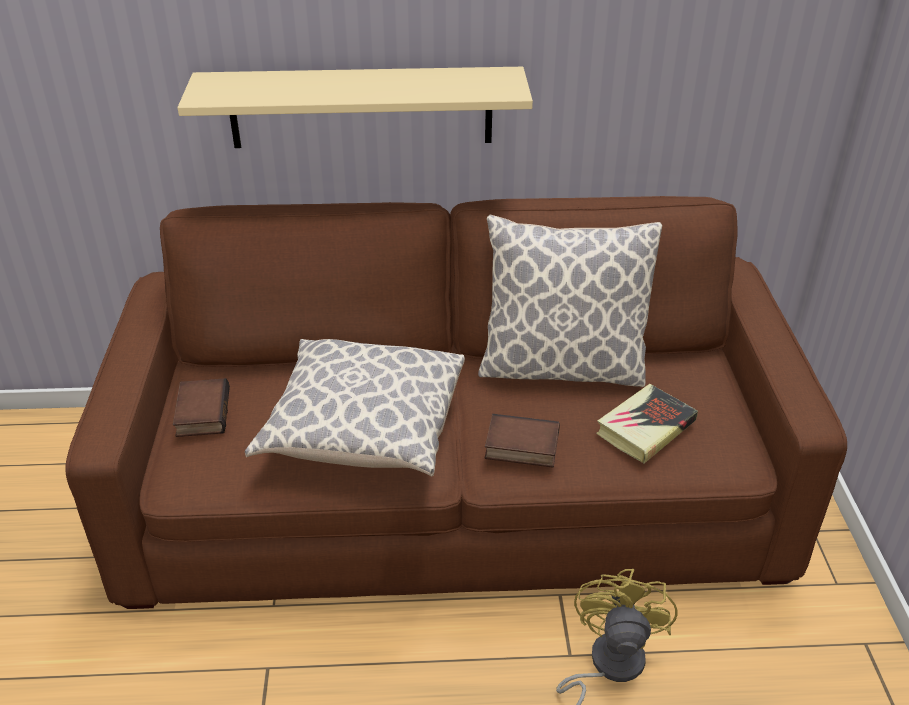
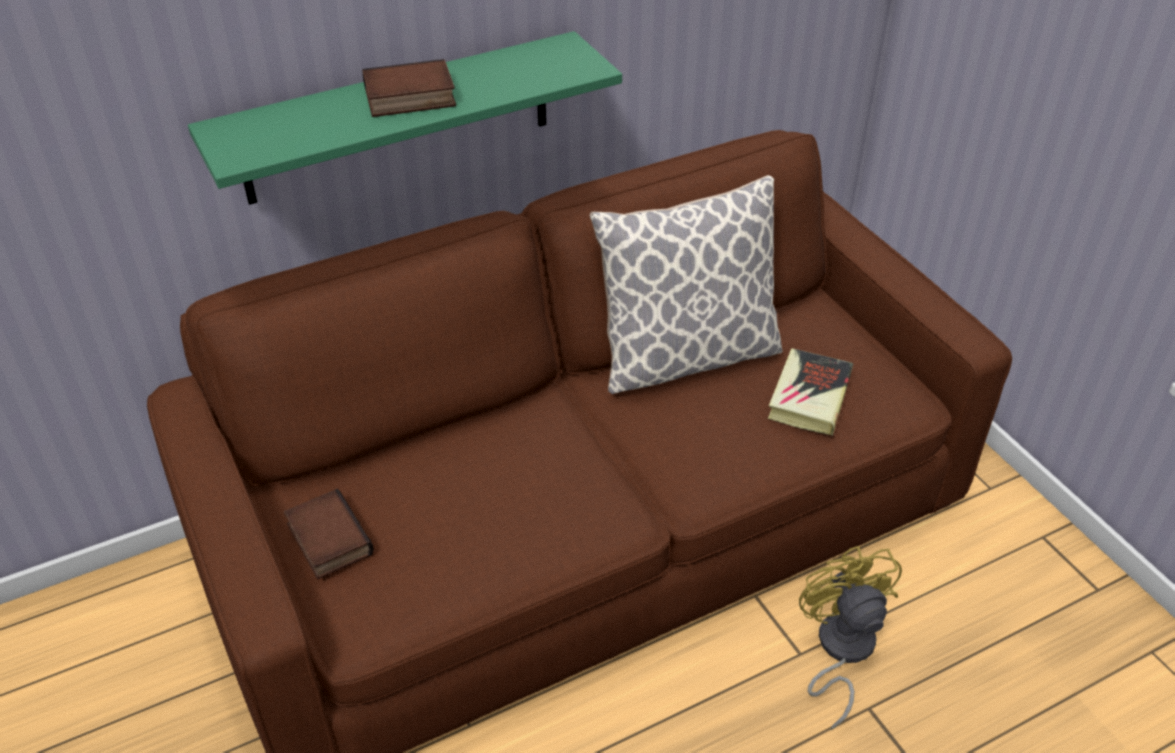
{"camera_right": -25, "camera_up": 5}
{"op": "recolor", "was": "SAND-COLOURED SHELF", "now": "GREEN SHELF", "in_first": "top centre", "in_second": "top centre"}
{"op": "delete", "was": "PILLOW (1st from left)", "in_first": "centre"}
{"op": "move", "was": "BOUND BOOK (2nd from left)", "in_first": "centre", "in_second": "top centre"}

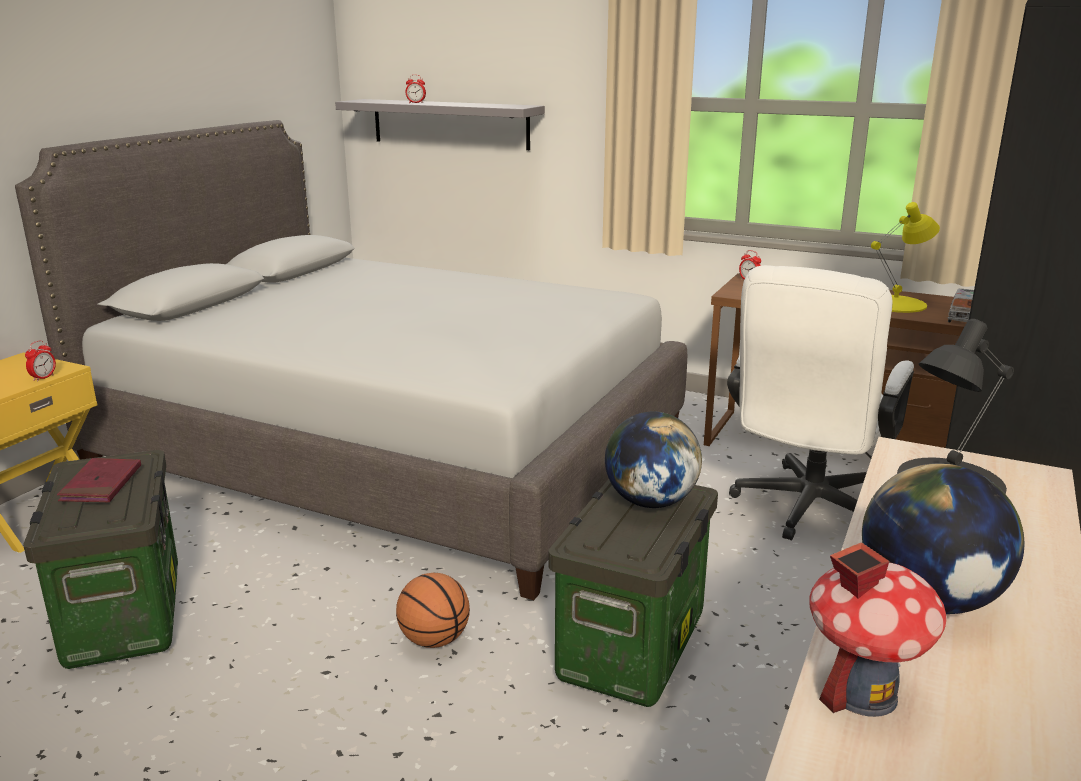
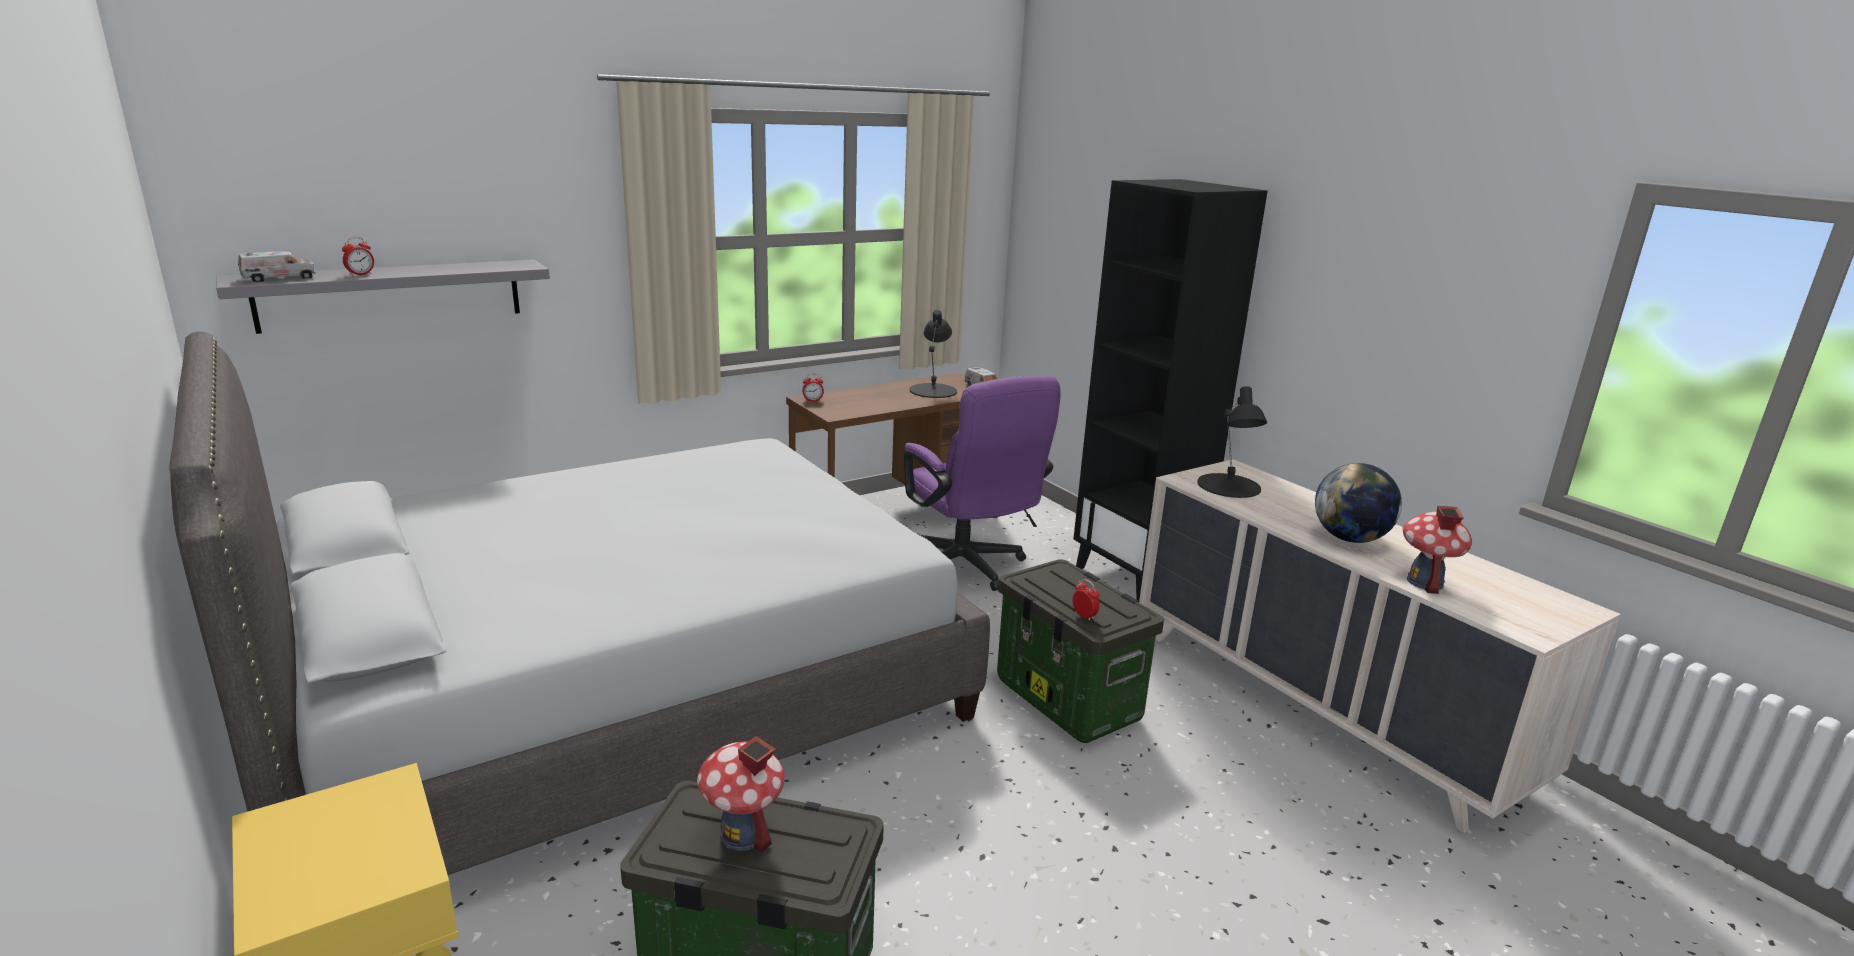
{"camera_right": -60, "camera_up": 0}
{"op": "move", "was": "BEDSIDE CLOCK (1st from left in the first image)", "now": "BEDSIDE CLOCK (3rd from left)", "in_first": "middle left", "in_second": "centre"}
{"op": "replace", "was": "RED-COLOURED BOUND BOOK", "now": "MODEL HOUSE (1st from left)", "in_first": "middle left", "in_second": "bottom centre"}
{"op": "delete", "was": "BALL FOR BASKETBALL", "in_first": "bottom centre"}
{"op": "delete", "was": "DESK GLOBE (1st from left)", "in_first": "centre"}
{"op": "recolor", "was": "WHITE OFFICE CHAIR", "now": "PURPLE OFFICE CHAIR", "in_first": "middle right", "in_second": "centre"}
{"op": "recolor", "was": "YELLOWISH TABLETOP LAMP", "now": "BLACK-COLOURED TABLETOP LAMP (1st from left)", "in_first": "top right", "in_second": "centre"}
{"op": "insert", "now": "MODEL TRUCK (1st from left)", "in_second": "top left"}

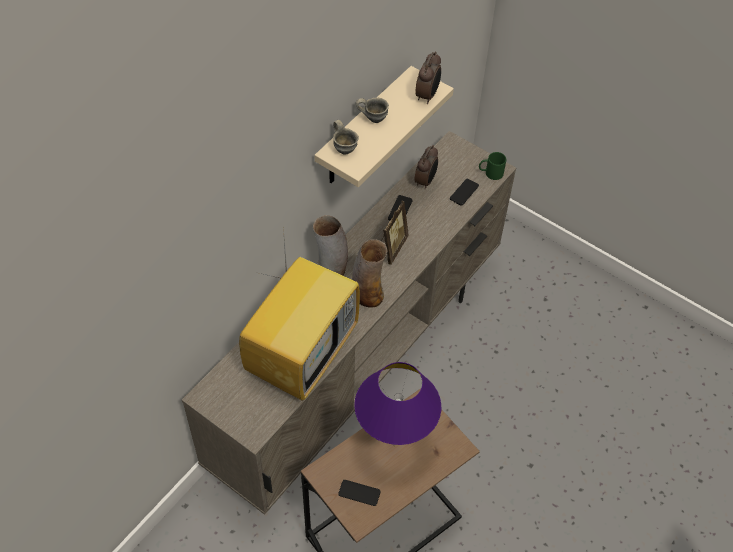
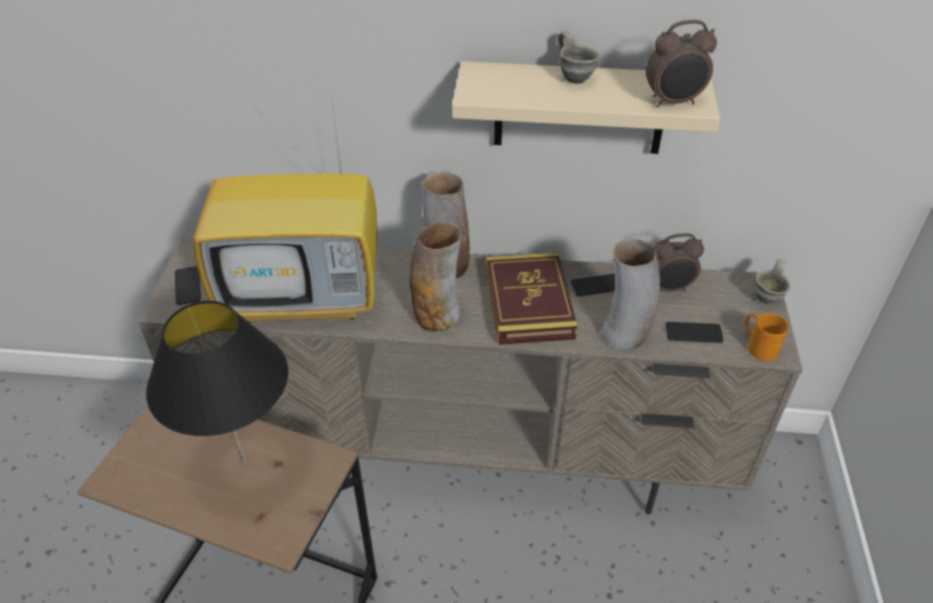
{"camera_right": 60, "camera_up": -10}
{"op": "move", "was": "GREYISH TEA MUG (1st from left in the first image)", "now": "GREYISH TEA MUG (2nd from left)", "in_first": "top centre", "in_second": "middle right"}
{"op": "move", "was": "TELEPHONE (1st from left)", "in_first": "bottom centre", "in_second": "middle left"}
{"op": "recolor", "was": "PURPLE TABLETOP LAMP", "now": "BLACK-COLOURED TABLETOP LAMP", "in_first": "bottom centre", "in_second": "middle left"}
{"op": "replace", "was": "STANDING FRAME", "now": "BOUND BOOK", "in_first": "centre", "in_second": "centre"}
{"op": "recolor", "was": "GREEN TEA MUG", "now": "ORANGE TEA MUG", "in_first": "top right", "in_second": "middle right"}
{"op": "insert", "now": "FLOWER VASE (3rd from left)", "in_second": "middle right"}

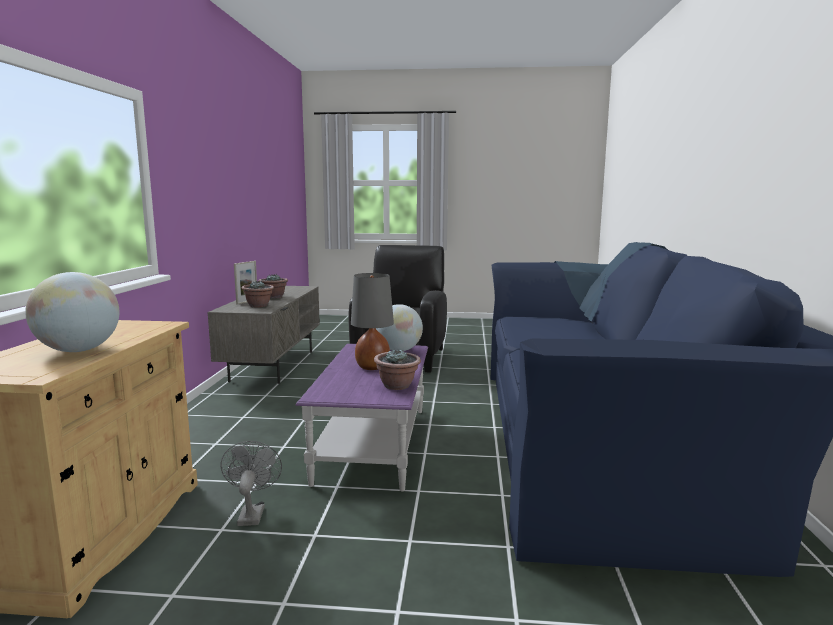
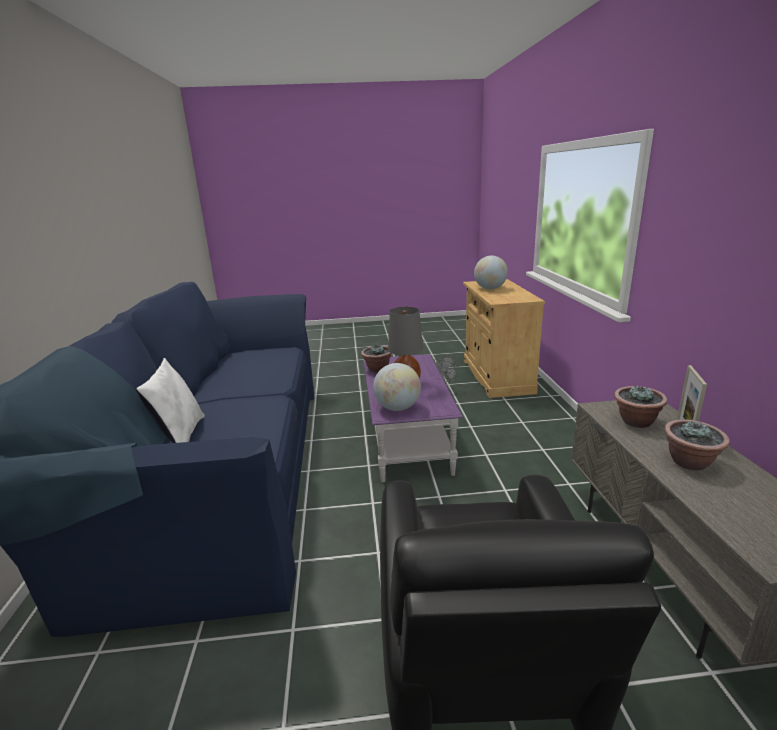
{"camera_right": 170, "camera_up": 10}
{"op": "insert", "now": "WHITE PILLOW", "in_second": "middle left"}

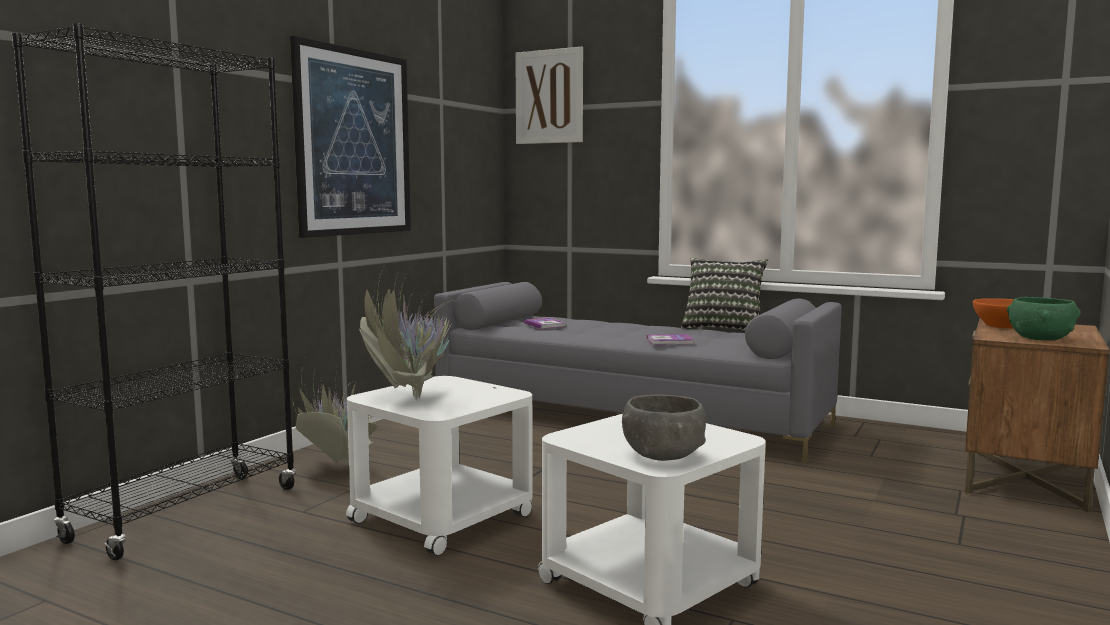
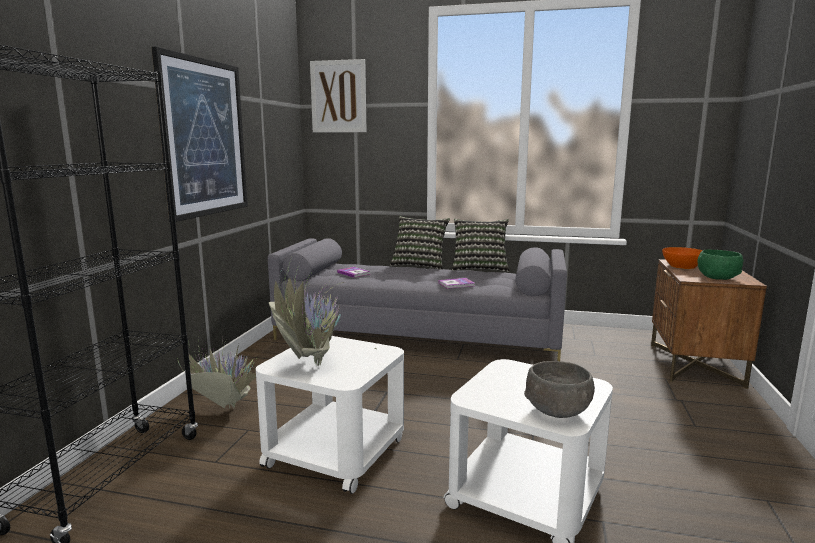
{"camera_right": -15, "camera_up": 5}
{"op": "insert", "now": "PILLOW (1st from left)", "in_second": "centre"}

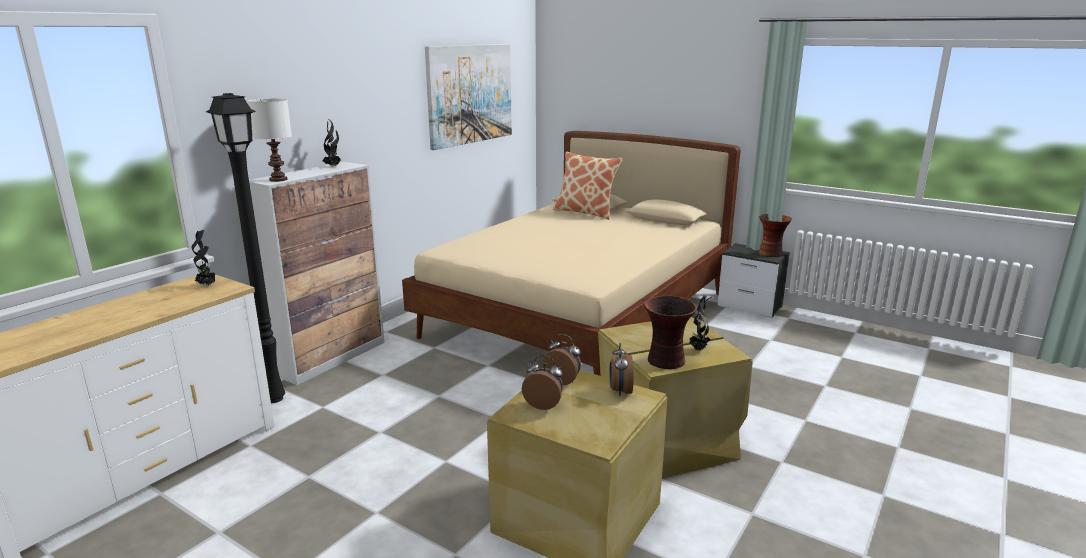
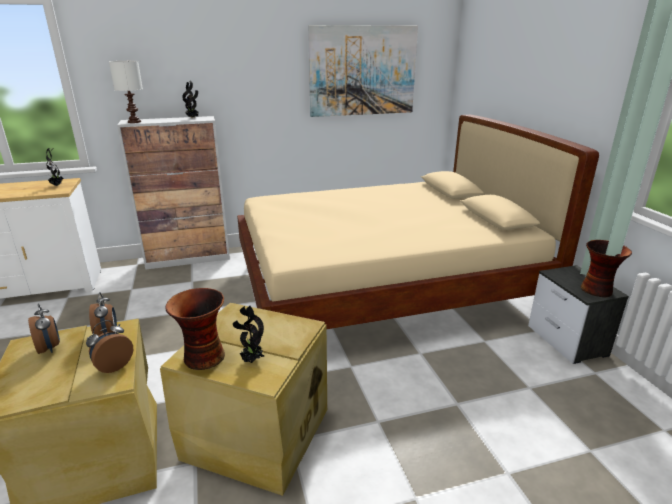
{"camera_right": 40, "camera_up": 5}
{"op": "delete", "was": "BLACK-COLOURED FLOOR LAMP", "in_first": "middle left"}
{"op": "delete", "was": "PILLOW", "in_first": "top centre"}

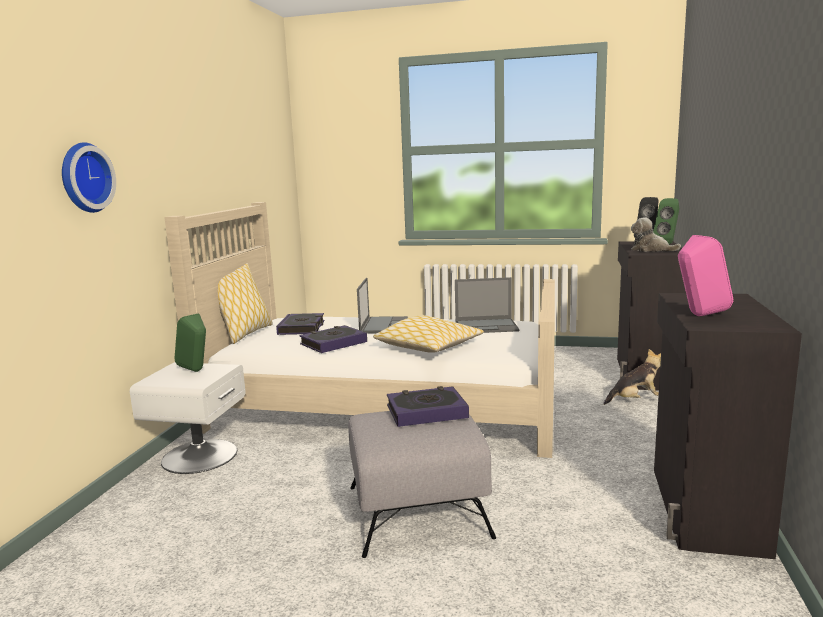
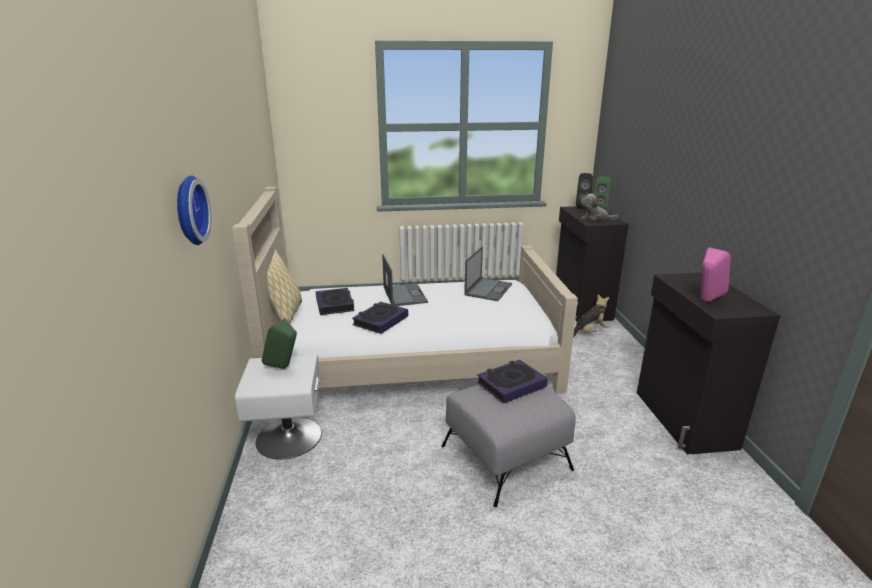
{"camera_right": -20, "camera_up": 10}
{"op": "delete", "was": "PILLOW (2nd from left)", "in_first": "centre"}
{"op": "rotate", "was": "NOTEBOOK COMPUTER (2nd from left)", "in_first": "centre", "in_second": "centre", "clockwise": -45}

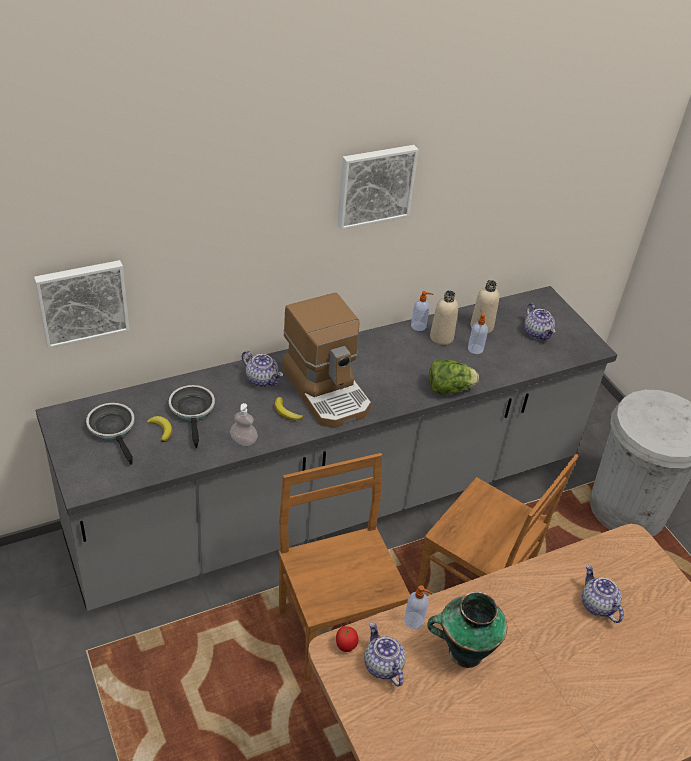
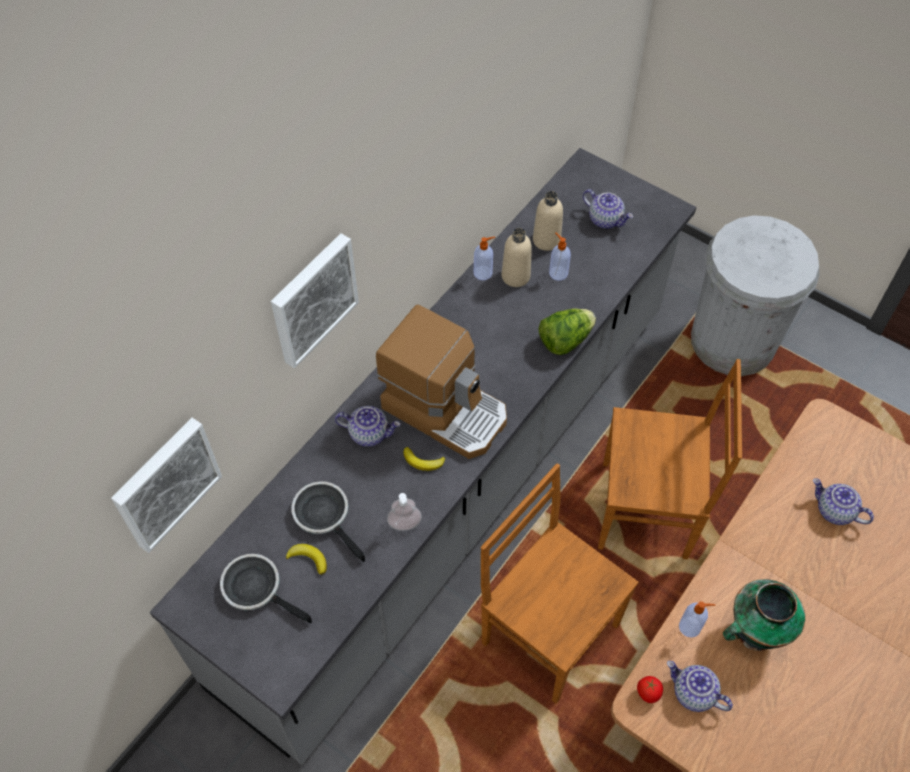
{"camera_right": -25, "camera_up": 15}
{"op": "move", "was": "PICTURE (2nd from left)", "in_first": "top centre", "in_second": "centre"}

